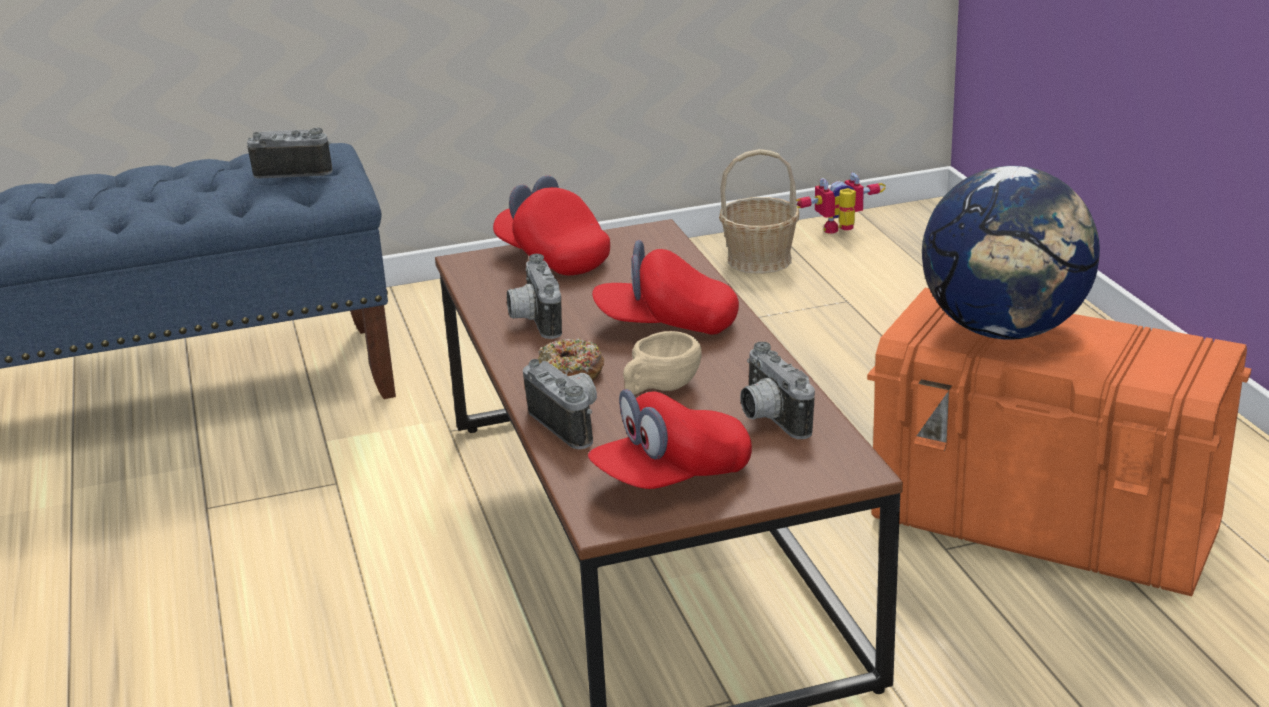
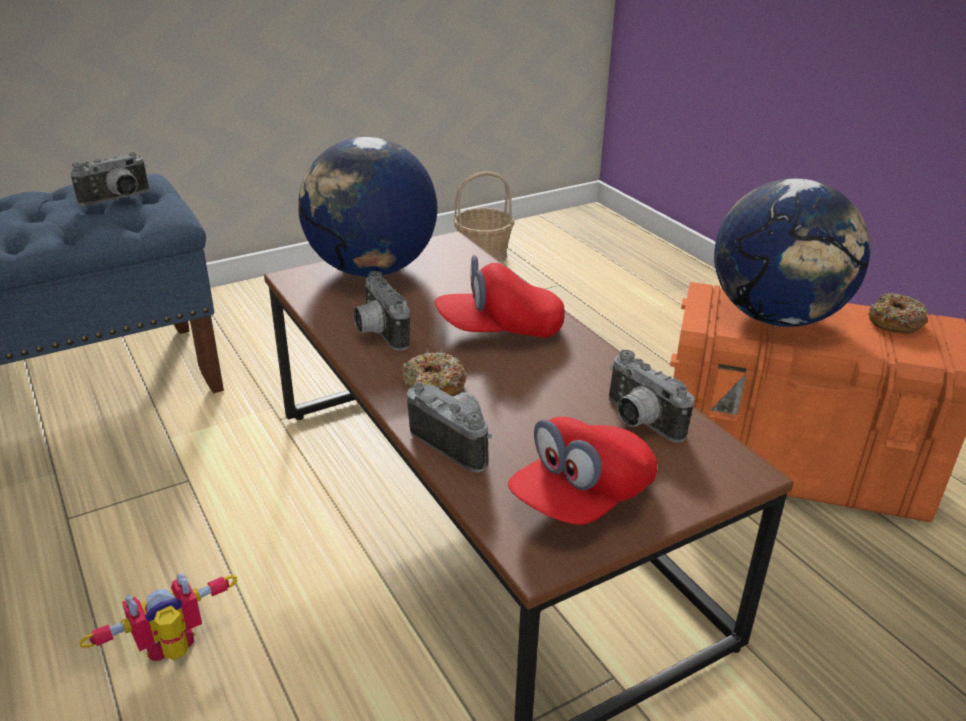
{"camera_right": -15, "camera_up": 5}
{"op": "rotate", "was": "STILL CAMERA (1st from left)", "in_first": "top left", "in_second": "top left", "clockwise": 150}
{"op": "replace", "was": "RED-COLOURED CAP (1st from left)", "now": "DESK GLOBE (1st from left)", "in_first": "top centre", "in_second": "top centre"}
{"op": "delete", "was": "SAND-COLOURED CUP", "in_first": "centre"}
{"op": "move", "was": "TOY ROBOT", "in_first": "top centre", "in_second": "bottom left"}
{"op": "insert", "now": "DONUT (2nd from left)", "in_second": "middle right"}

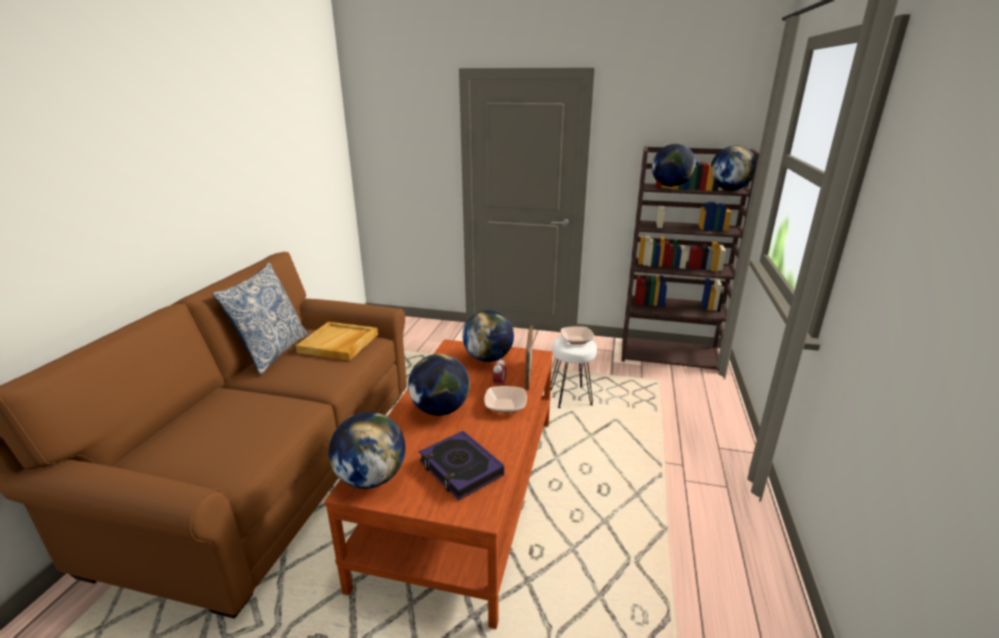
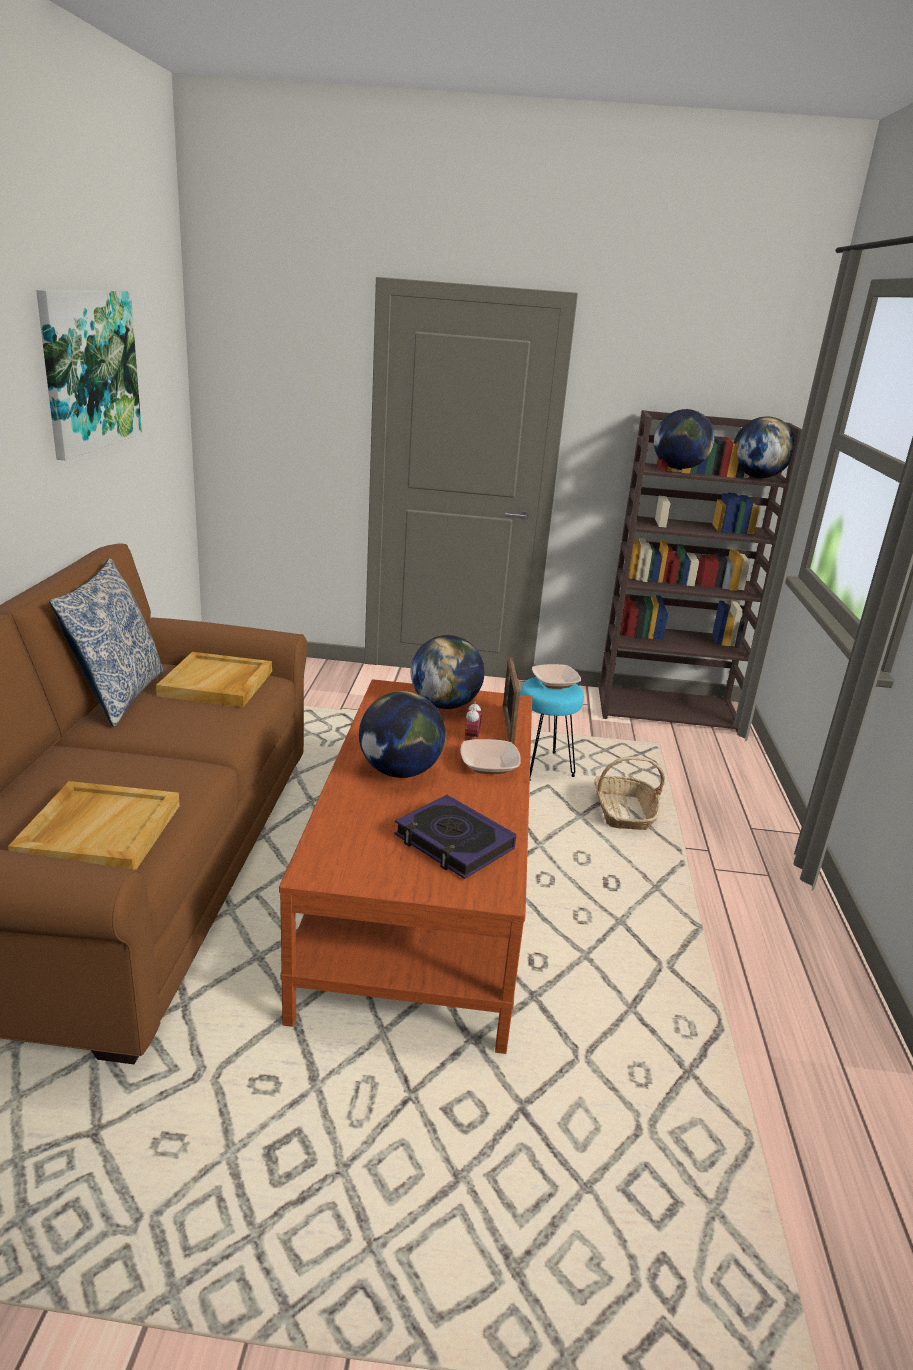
{"camera_right": -10, "camera_up": 0}
{"op": "delete", "was": "DESK GLOBE (1st from left)", "in_first": "bottom centre"}
{"op": "recolor", "was": "WHITE STOOL SEAT", "now": "BLUE-GREEN STOOL SEAT", "in_first": "centre", "in_second": "centre"}
{"op": "insert", "now": "SAND-COLOURED TRAY (1st from left)", "in_second": "middle left"}
{"op": "insert", "now": "PICTURE", "in_second": "top left"}
{"op": "insert", "now": "STORAGE BASKET", "in_second": "middle right"}

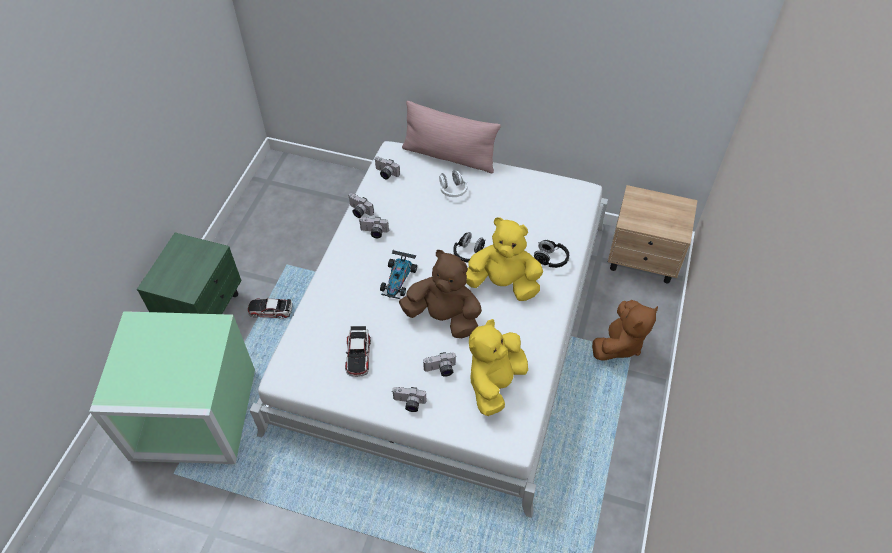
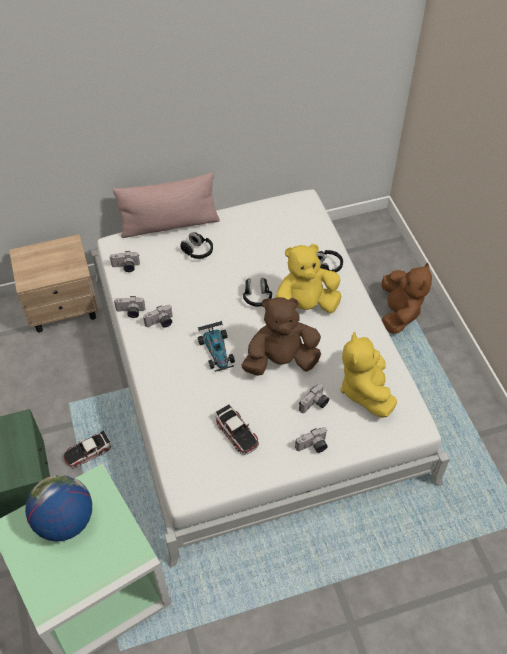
{"camera_right": -35, "camera_up": 0}
{"op": "recolor", "was": "WHITE HEADSET", "now": "BLACK-COLOURED HEADSET (1st from left)", "in_first": "top centre", "in_second": "centre"}
{"op": "move", "was": "SAND-COLOURED NIGHT TABLE", "in_first": "middle right", "in_second": "middle left"}
{"op": "insert", "now": "DESK GLOBE", "in_second": "bottom left"}

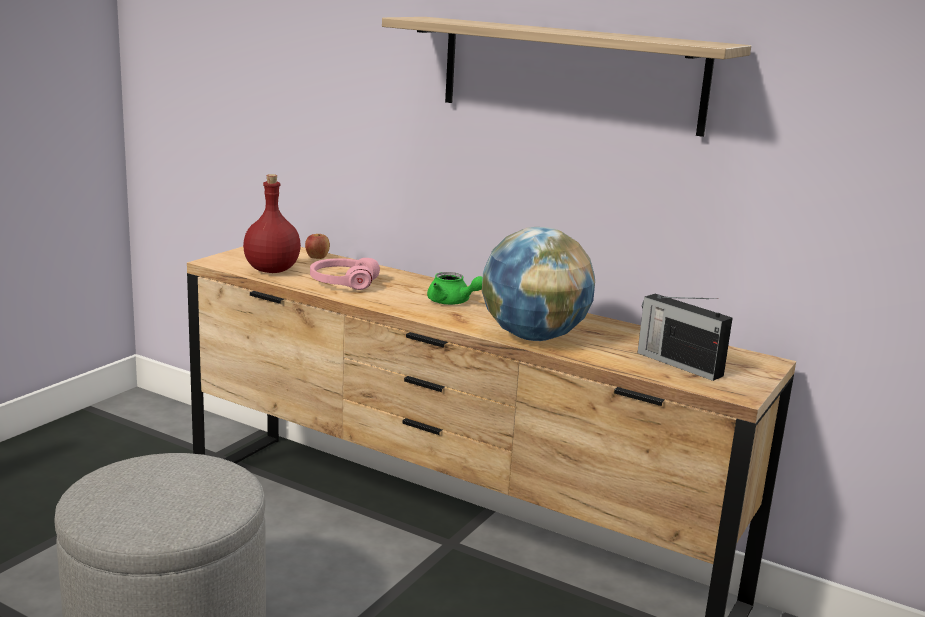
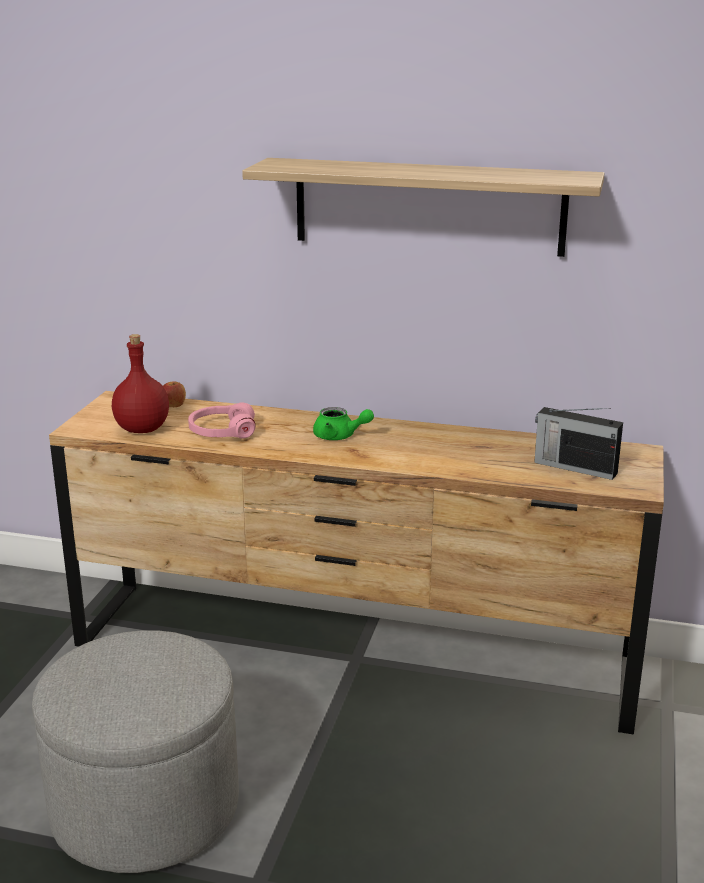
{"camera_right": -15, "camera_up": 5}
{"op": "delete", "was": "DESK GLOBE", "in_first": "centre"}

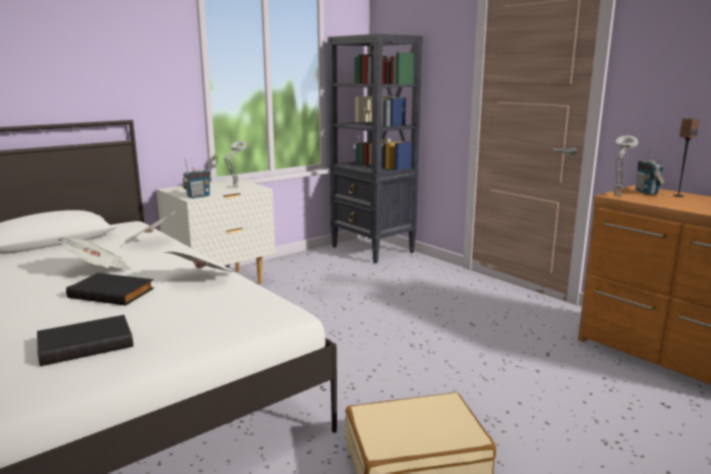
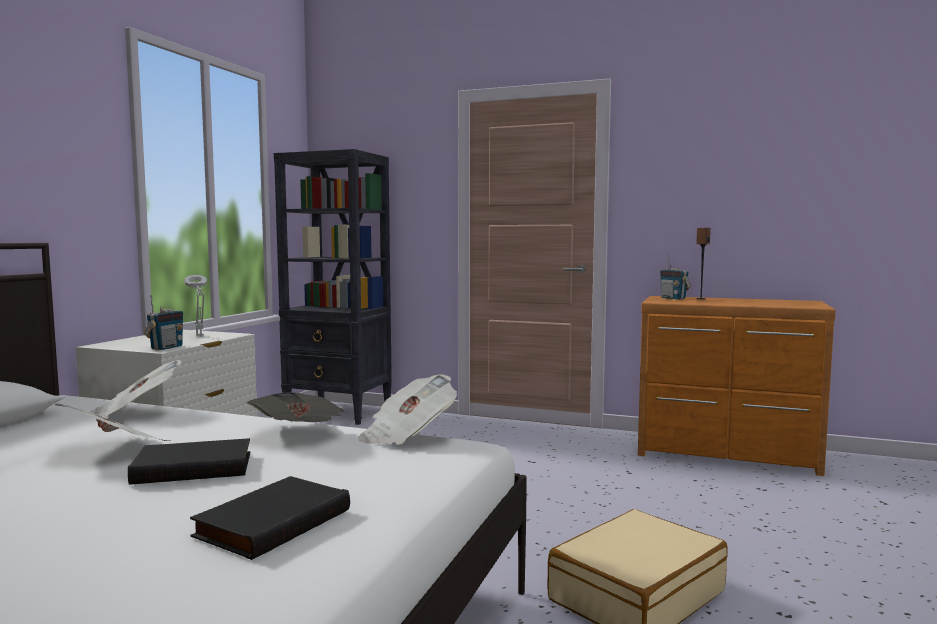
{"camera_right": -30, "camera_up": -10}
{"op": "delete", "was": "GREYISH TABLETOP LAMP (2nd from left)", "in_first": "middle right"}
{"op": "insert", "now": "PRINTED PAPER (4th from left)", "in_second": "centre"}

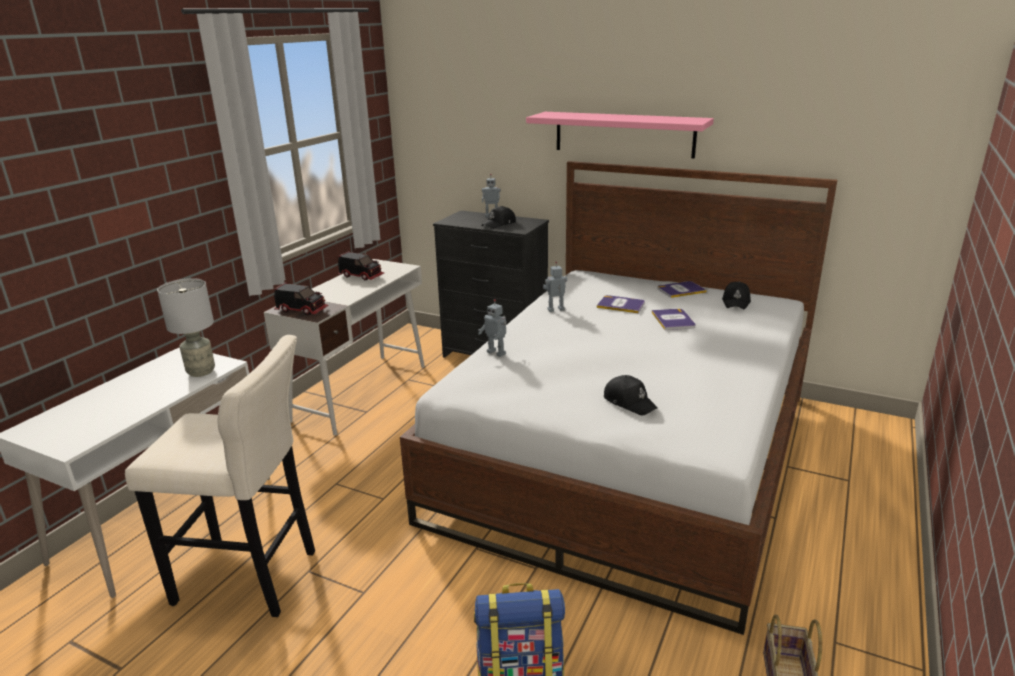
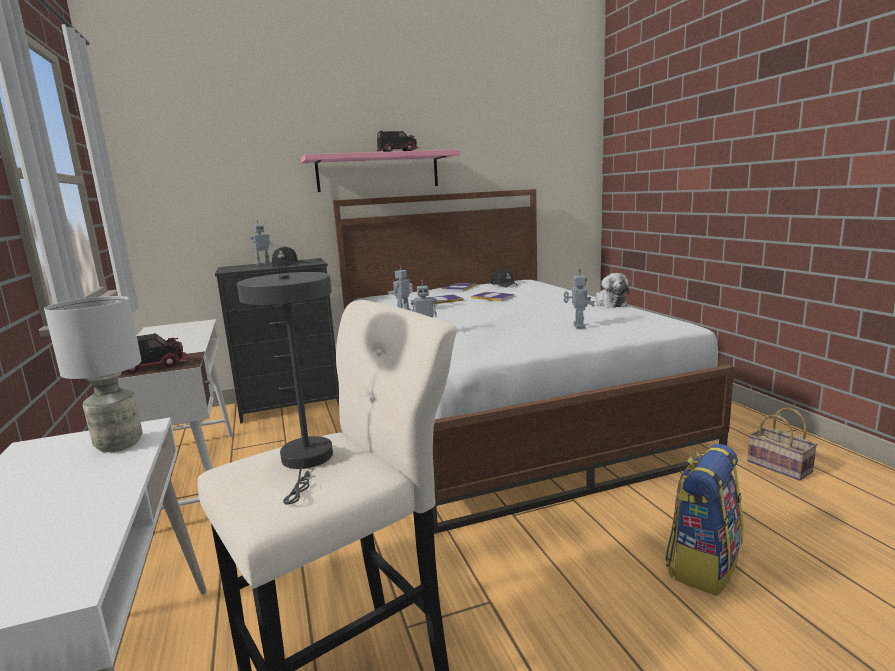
{"camera_right": -45, "camera_up": -10}
{"op": "move", "was": "MODEL TRUCK (2nd from left)", "in_first": "centre", "in_second": "top centre"}
{"op": "replace", "was": "BLACK-COLOURED CAP (2nd from left)", "now": "TOY ROBOT (4th from left)", "in_first": "centre", "in_second": "centre"}
{"op": "insert", "now": "GREYISH TABLETOP LAMP (2nd from left)", "in_second": "middle left"}
{"op": "insert", "now": "SOFT TOY", "in_second": "middle right"}

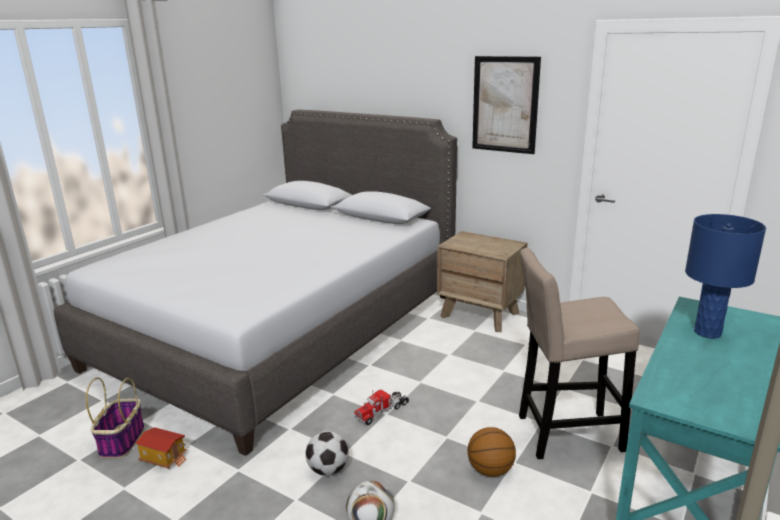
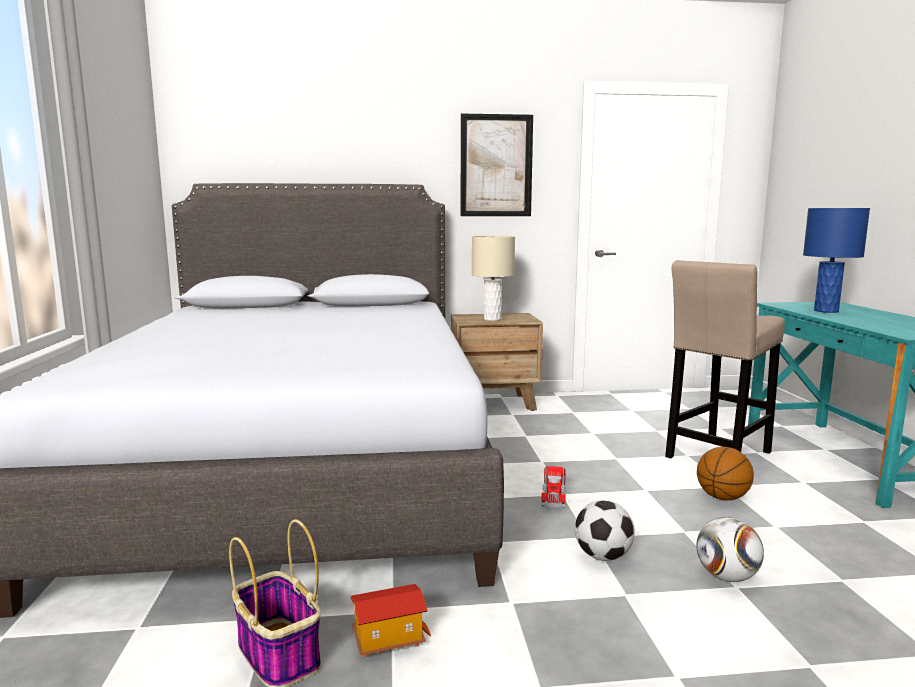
{"camera_right": -40, "camera_up": -10}
{"op": "insert", "now": "SAND-COLOURED TABLETOP LAMP", "in_second": "centre"}

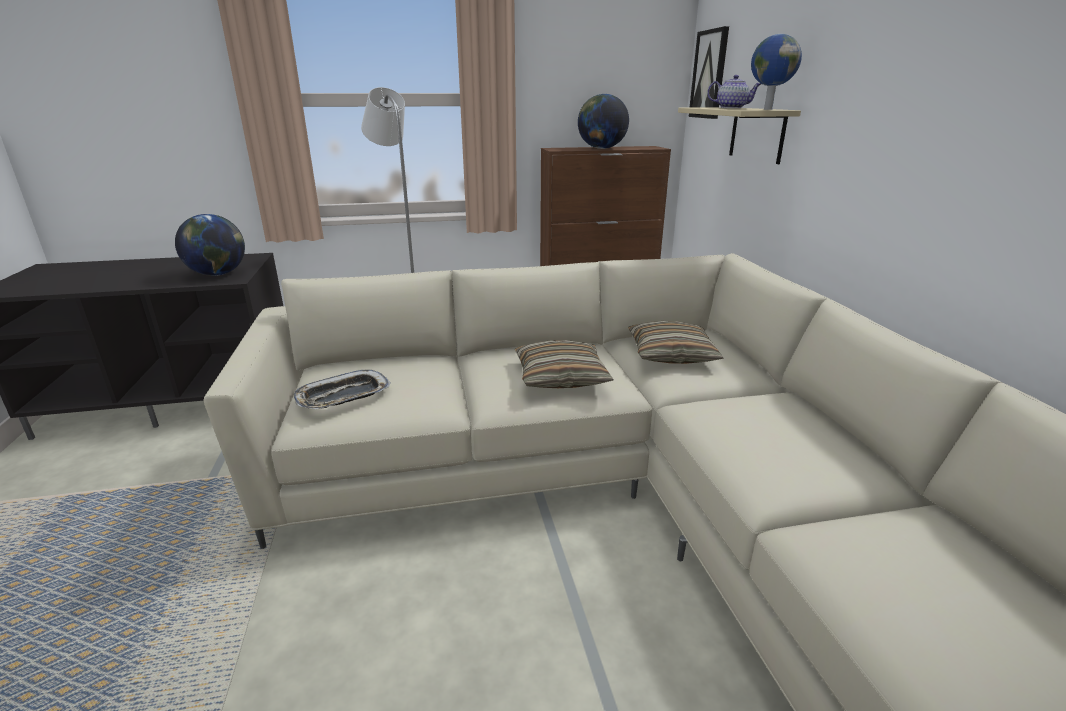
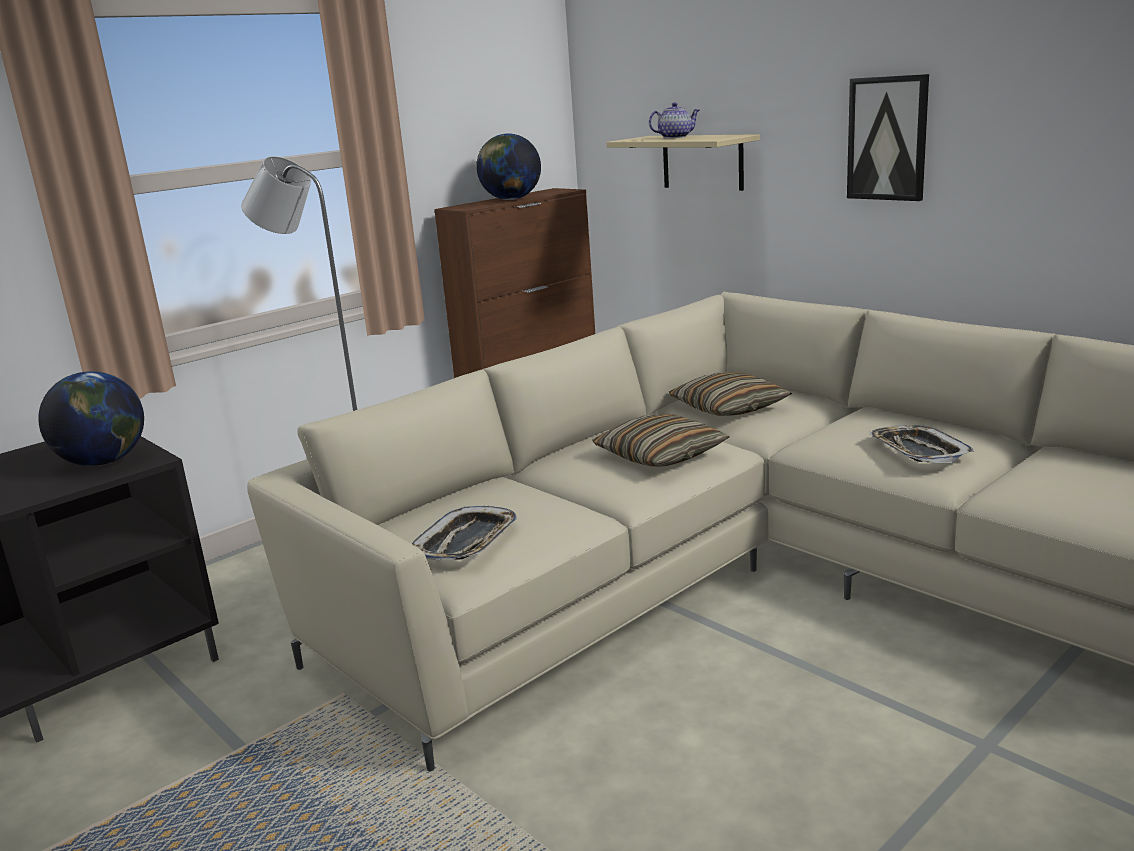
{"camera_right": -30, "camera_up": -5}
{"op": "move", "was": "PICTURE", "in_first": "top centre", "in_second": "top right"}
{"op": "delete", "was": "DESK GLOBE (3rd from left)", "in_first": "top right"}
{"op": "insert", "now": "TRAY (2nd from left)", "in_second": "middle right"}

